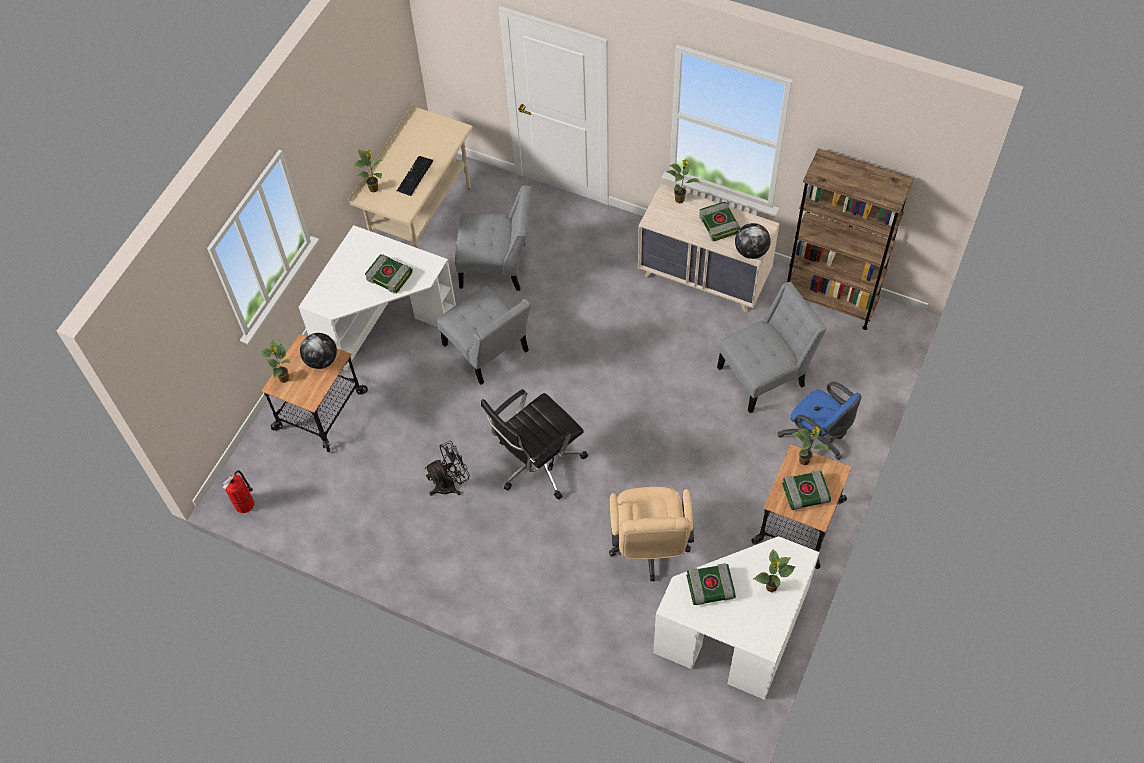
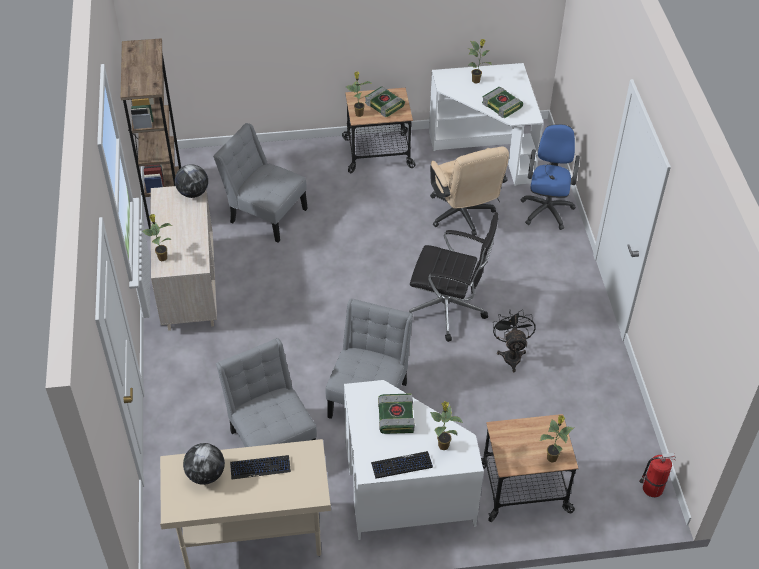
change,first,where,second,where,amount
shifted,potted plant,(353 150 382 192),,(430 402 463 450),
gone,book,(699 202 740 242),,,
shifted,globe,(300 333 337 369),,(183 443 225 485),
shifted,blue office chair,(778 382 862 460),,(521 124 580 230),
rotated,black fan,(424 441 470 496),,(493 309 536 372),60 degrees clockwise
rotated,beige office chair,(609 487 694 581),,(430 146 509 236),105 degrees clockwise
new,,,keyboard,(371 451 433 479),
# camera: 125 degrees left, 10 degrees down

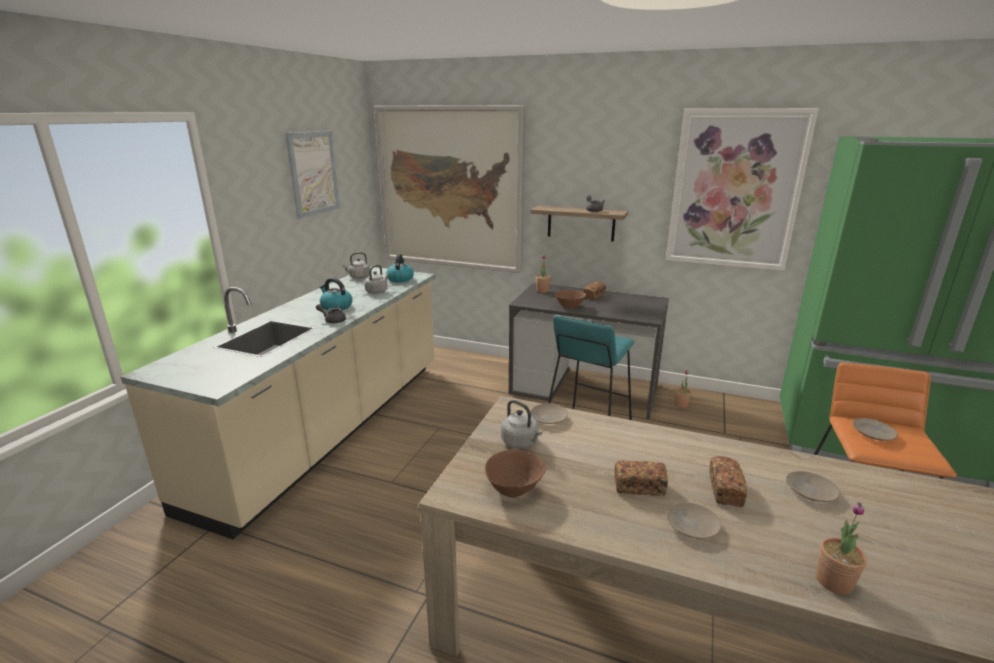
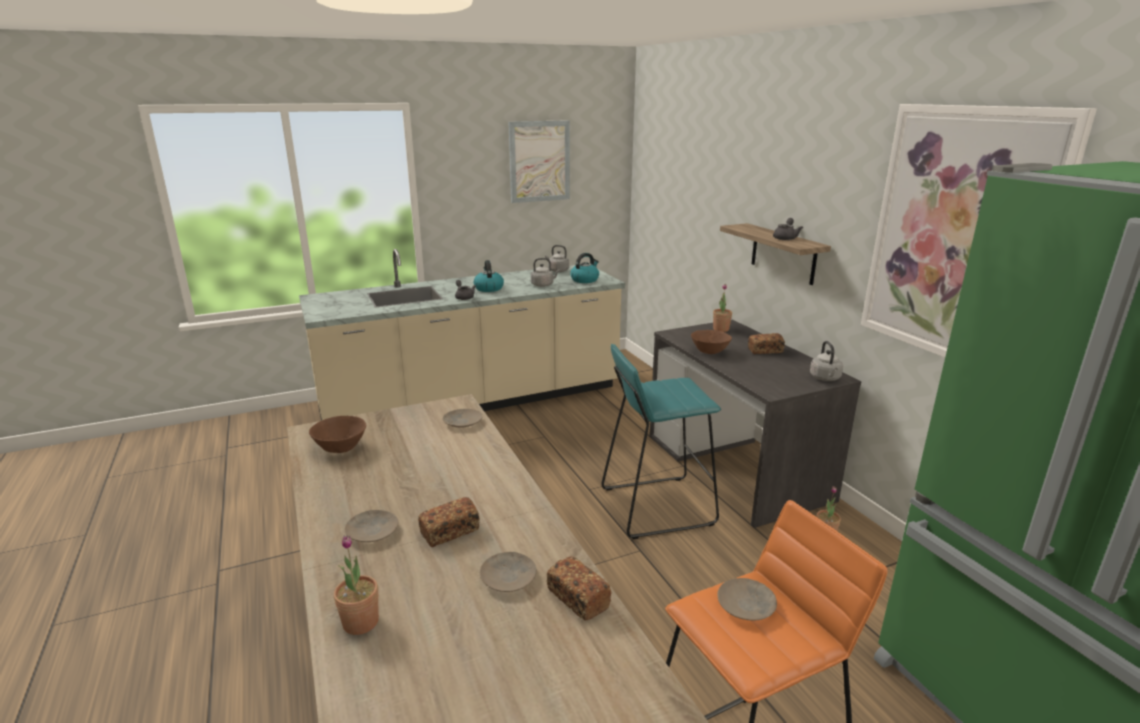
change,first,where,second,where,amount
gone,picture,(374 105 526 273),,,
shifted,grey kettle,(501 400 542 448),,(810 341 843 381),
shifted,bread,(615 461 668 496),,(547 556 611 621),
# camera: 45 degrees right, 0 degrees up

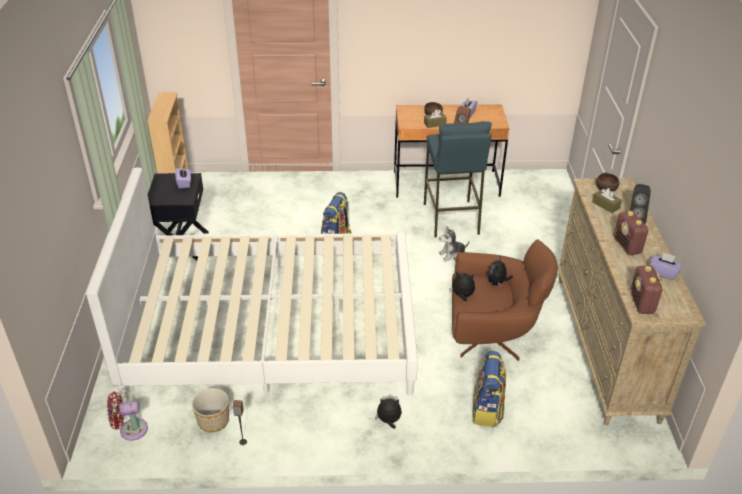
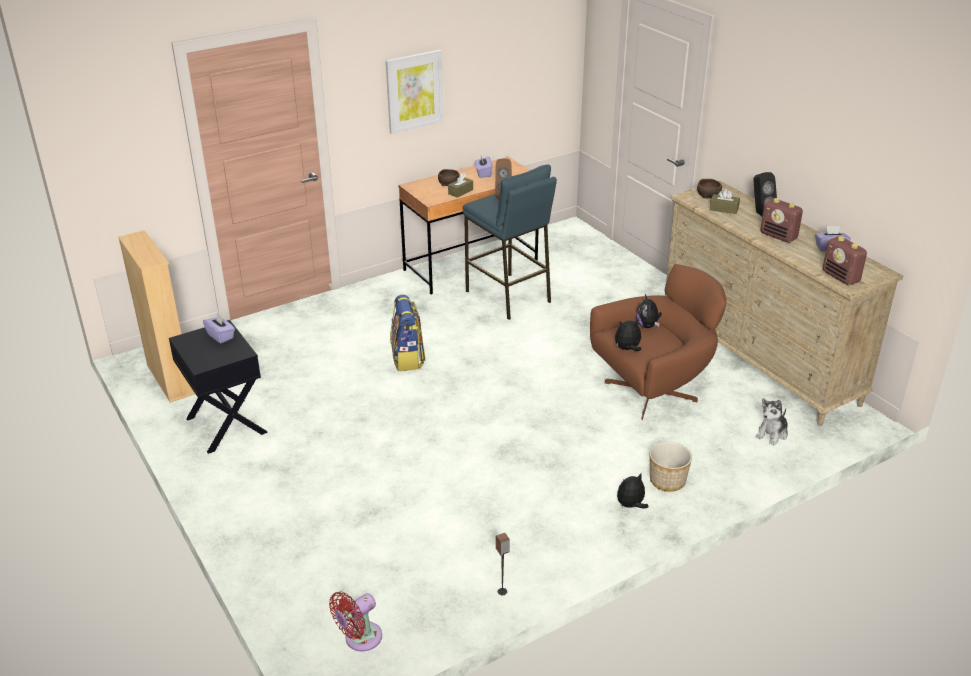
change,first,where,second,where,amount
gone,white bed,(86 168 418 399),,,
shifted,plush toy,(439 227 469 261),,(756 398 788 445),
gone,backpack,(472 351 506 427),,,
shifted,planter,(192 388 229 432),,(650 442 692 492),
new,,,picture,(386 50 444 134),
# camera: 30 degrees left, 5 degrees down

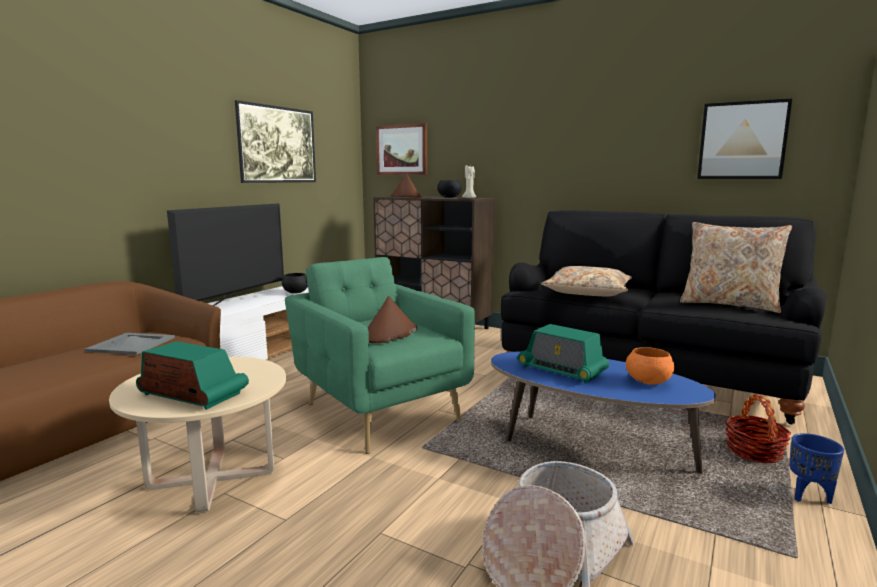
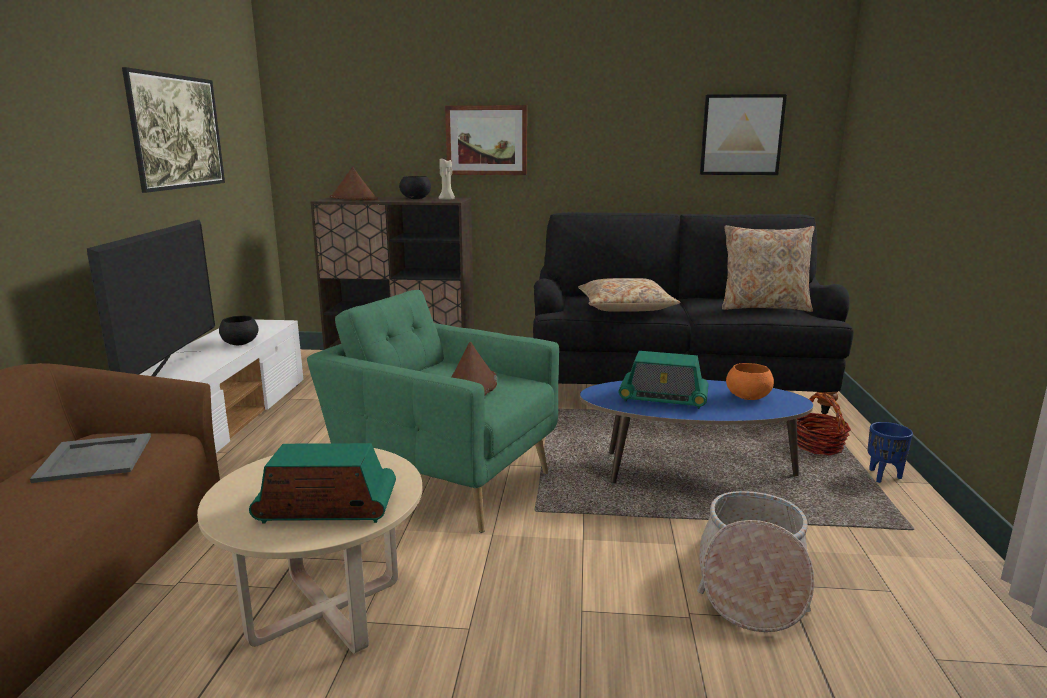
change,first,where,second,where,amount
shifted,picture,(376 123 427 175),,(445 105 527 175),
# camera: 25 degrees left, 5 degrees up

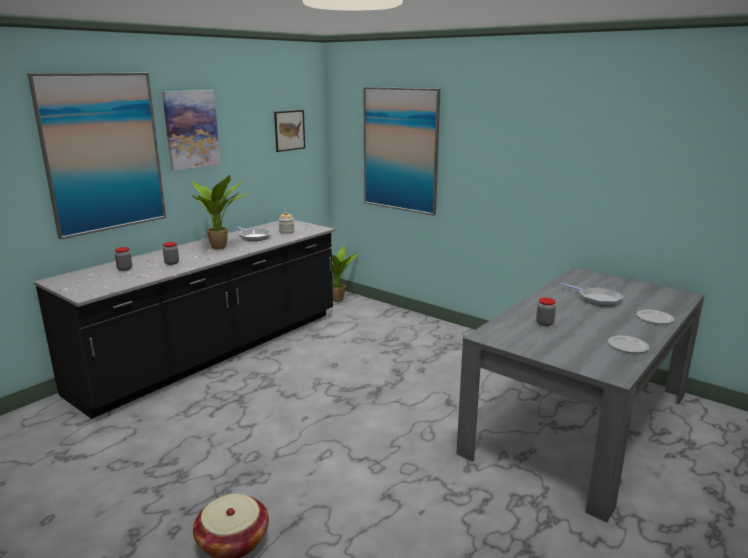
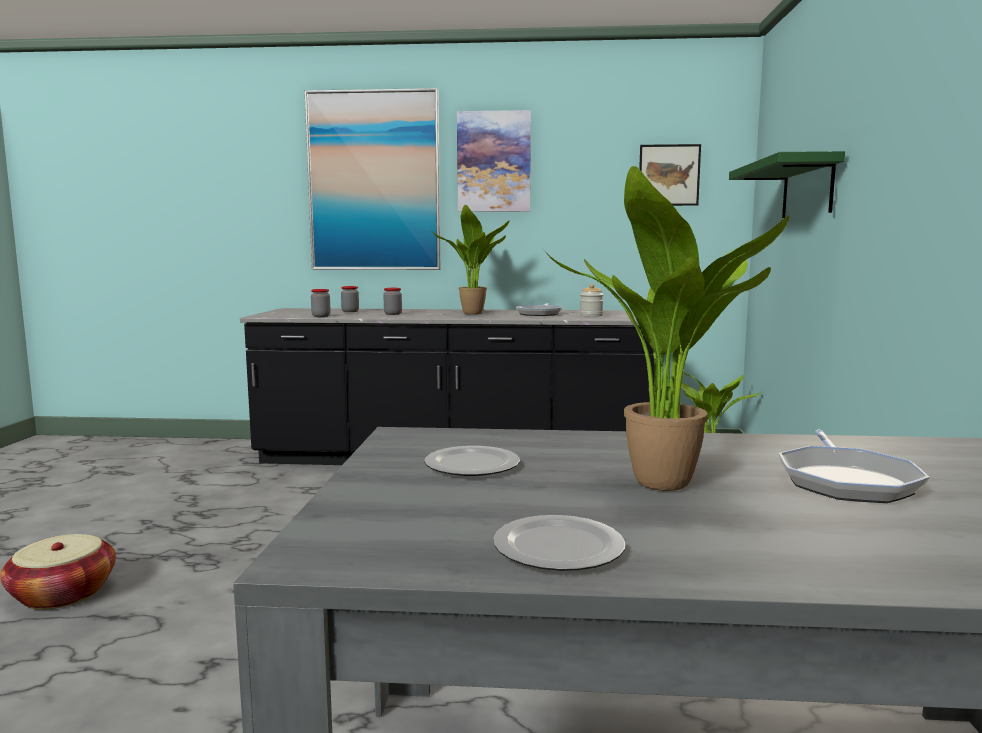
change,first,where,second,where,amount
swapped,picture,(363 87 440 216),green shelf,(729 151 845 218),
shifted,jar,(536 298 556 326),,(311 289 331 317),
shifted,plate,(636 310 674 324),,(424 446 520 476),
new,,,potted plant,(544 166 789 491),
# camera: 55 degrees right, 10 degrees down

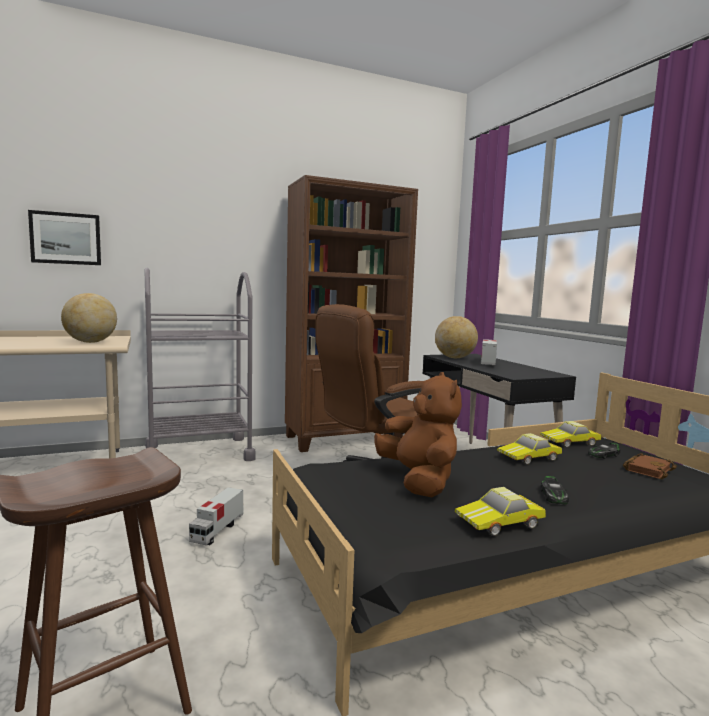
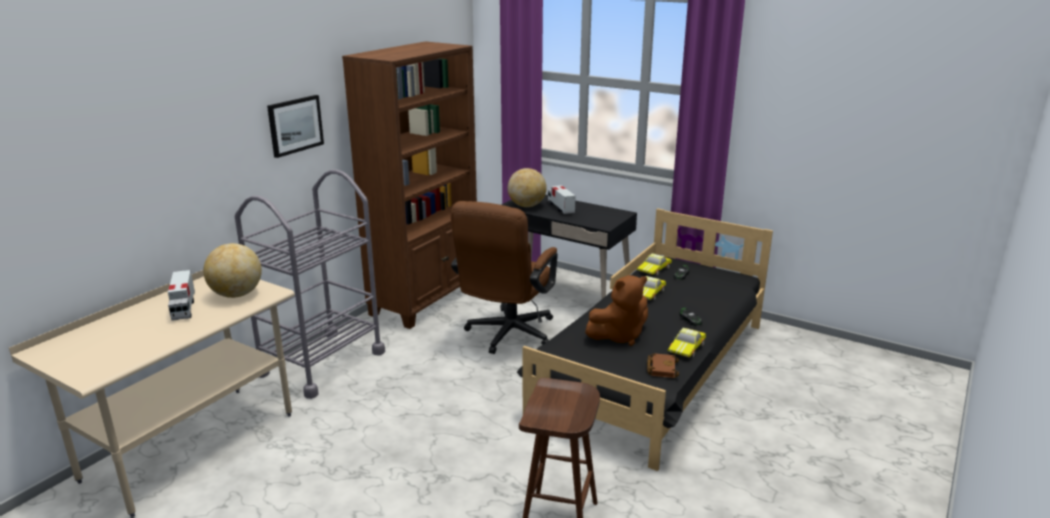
change,first,where,second,where,amount
shifted,picture,(28 210 101 265),,(267 95 324 158),
rotated,brown plush toy,(374 372 462 497),,(585 275 648 346),120 degrees clockwise
shifted,brown book,(623 453 677 479),,(647 353 679 378),
shifted,toy truck,(189 487 243 545),,(168 270 195 321),
# camera: 35 degrees left, 15 degrees up

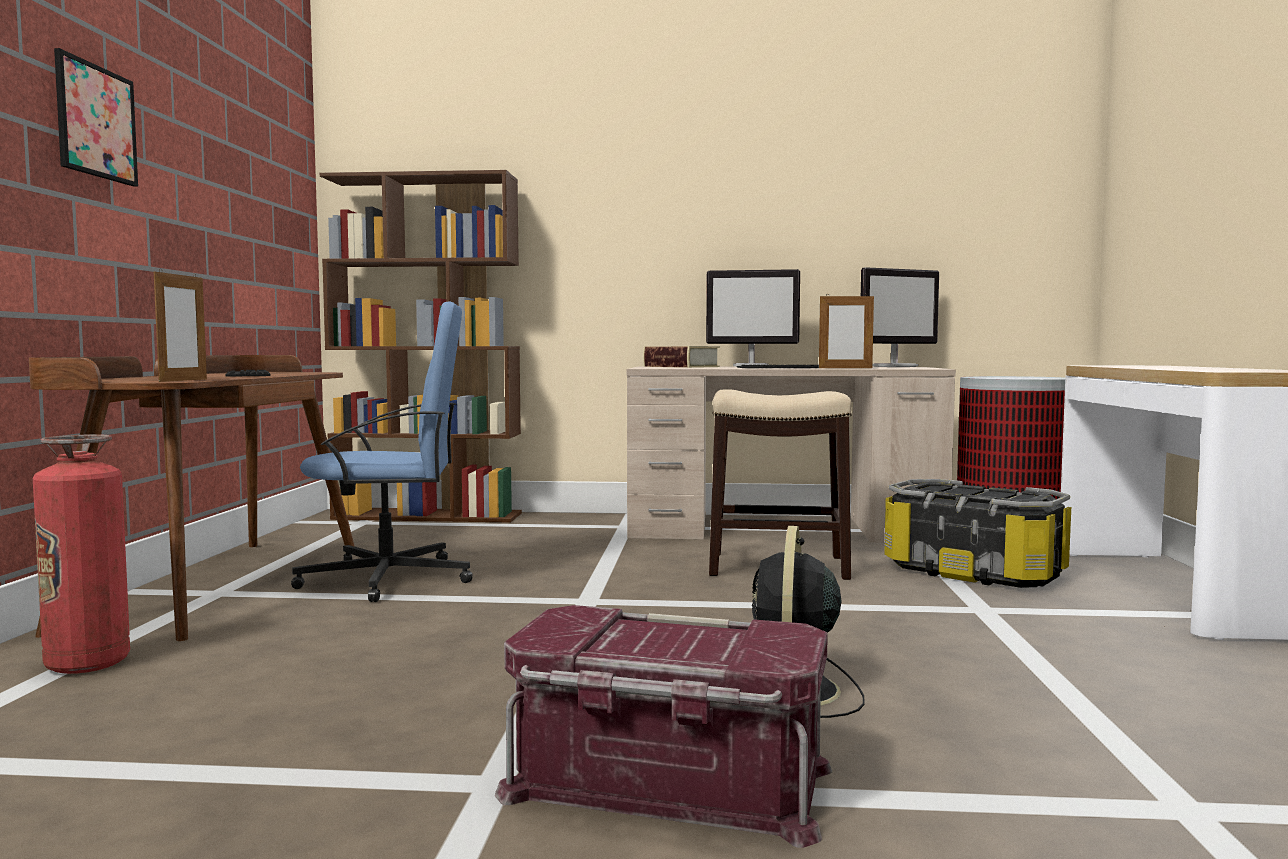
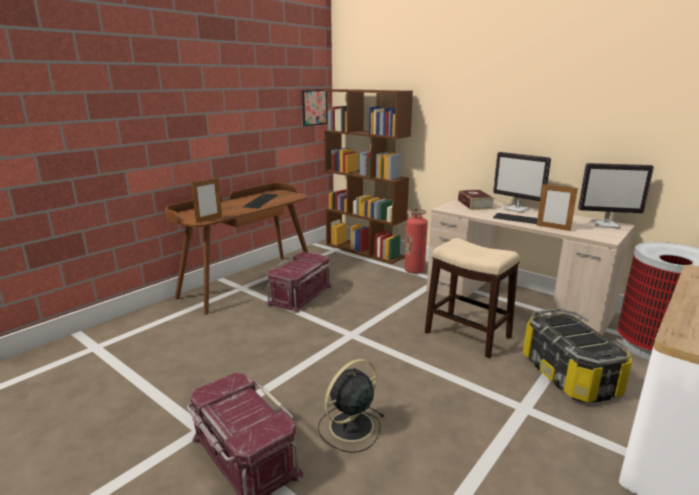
change,first,where,second,where,amount
shifted,picture,(54 48 138 187),,(302 89 327 126),
swapped,blue office chair,(291 302 473 602),red storage box,(266 252 332 313),
shifted,fire extinguisher,(33 434 130 674),,(404 209 428 274),
# camera: 35 degrees right, 15 degrees up

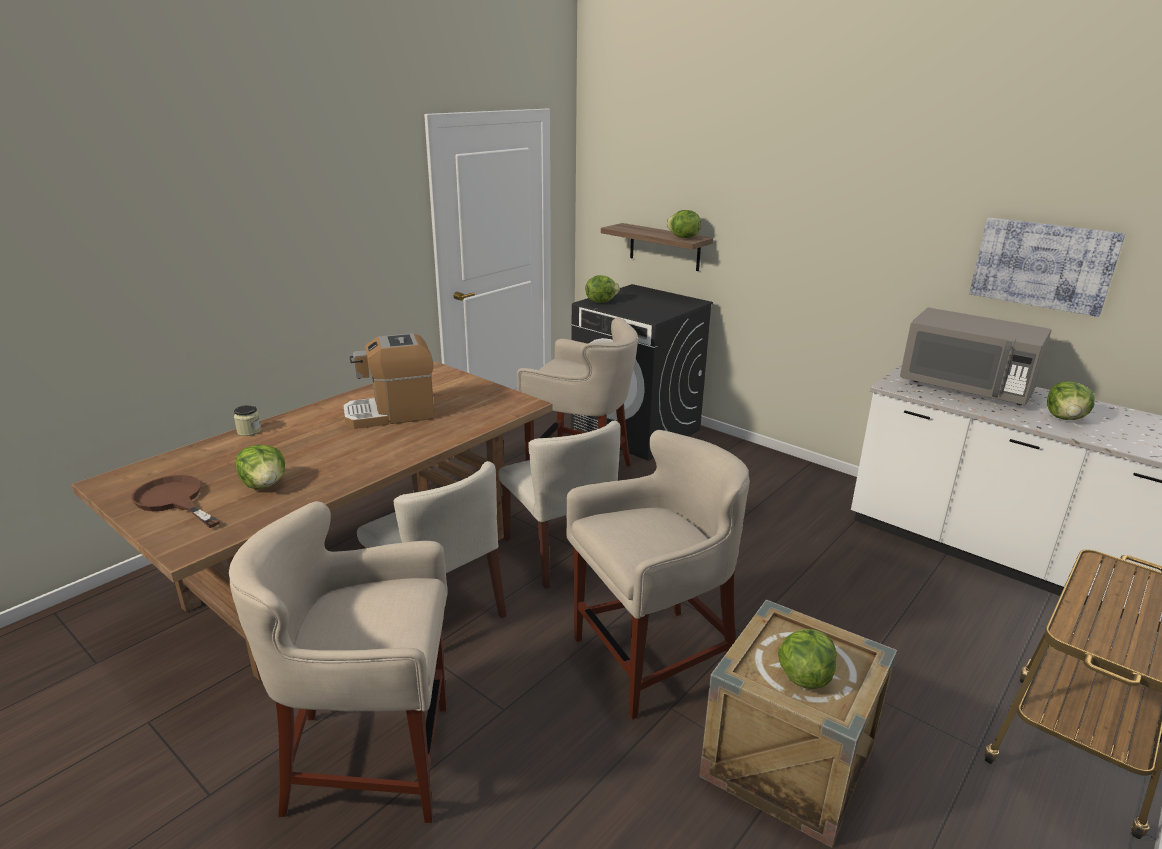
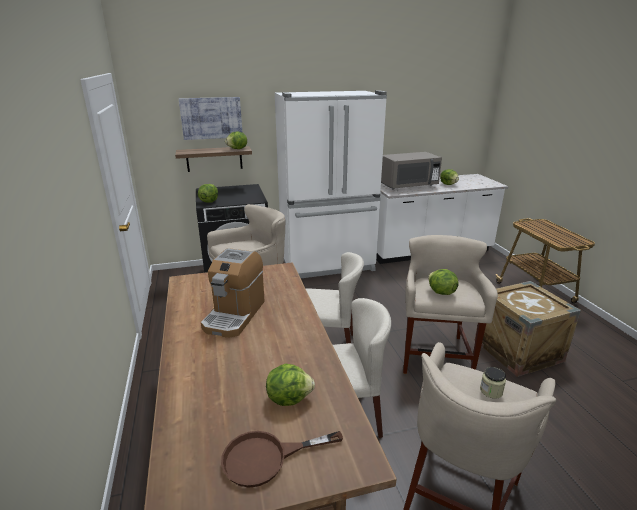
change,first,where,second,where,amount
shifted,picture,(969 218 1125 317),,(179 97 242 140),
shifted,jar,(234 405 262 436),,(480 367 506 399),
shifted,lettuce,(778 629 837 689),,(428 269 459 295),
new,,,white fridge,(275 90 387 278),
# camera: 55 degrees left, 0 degrees up

